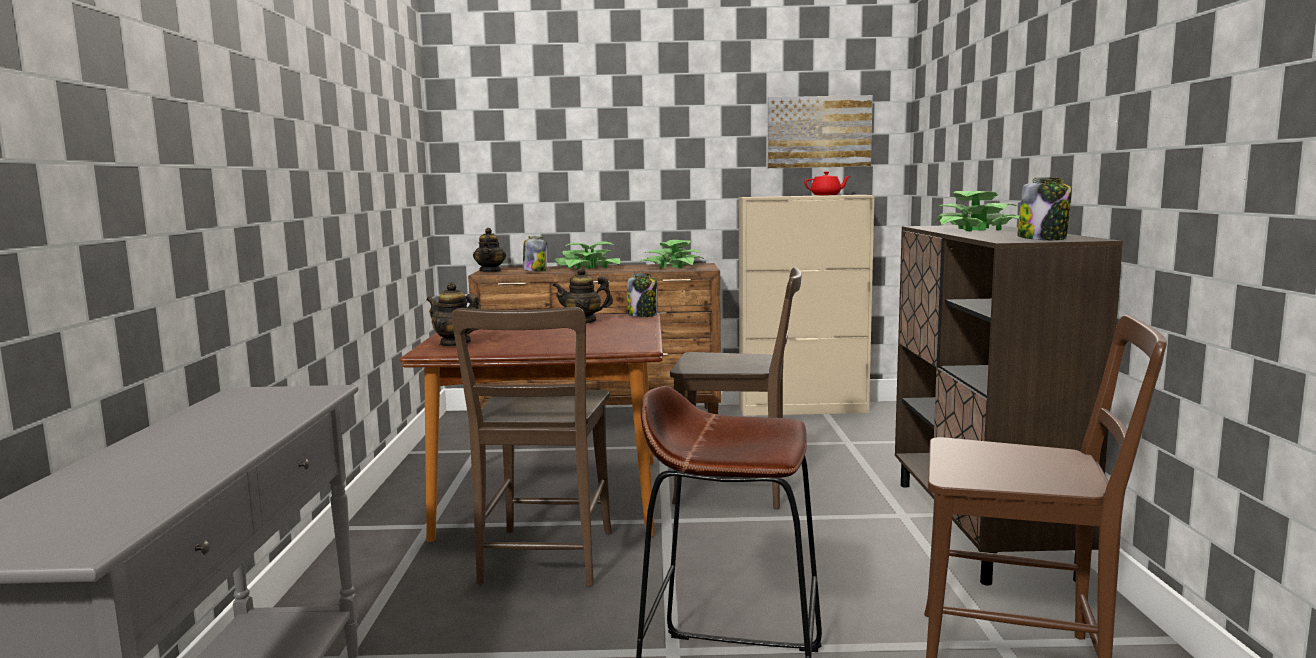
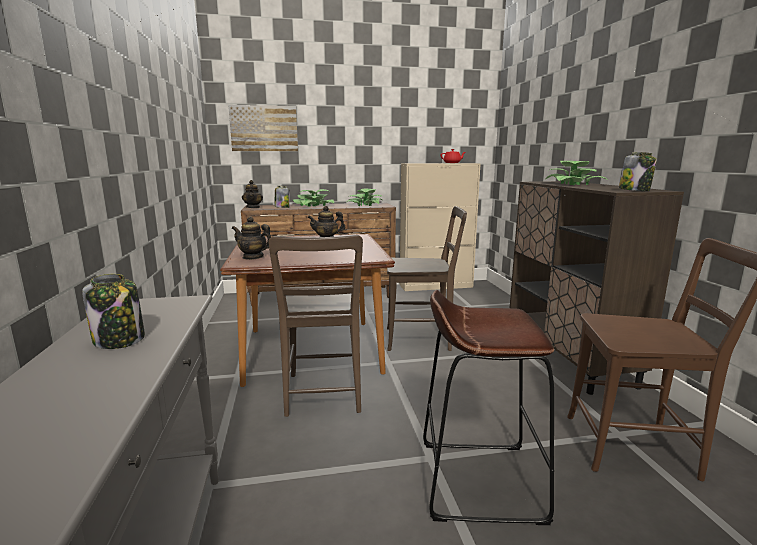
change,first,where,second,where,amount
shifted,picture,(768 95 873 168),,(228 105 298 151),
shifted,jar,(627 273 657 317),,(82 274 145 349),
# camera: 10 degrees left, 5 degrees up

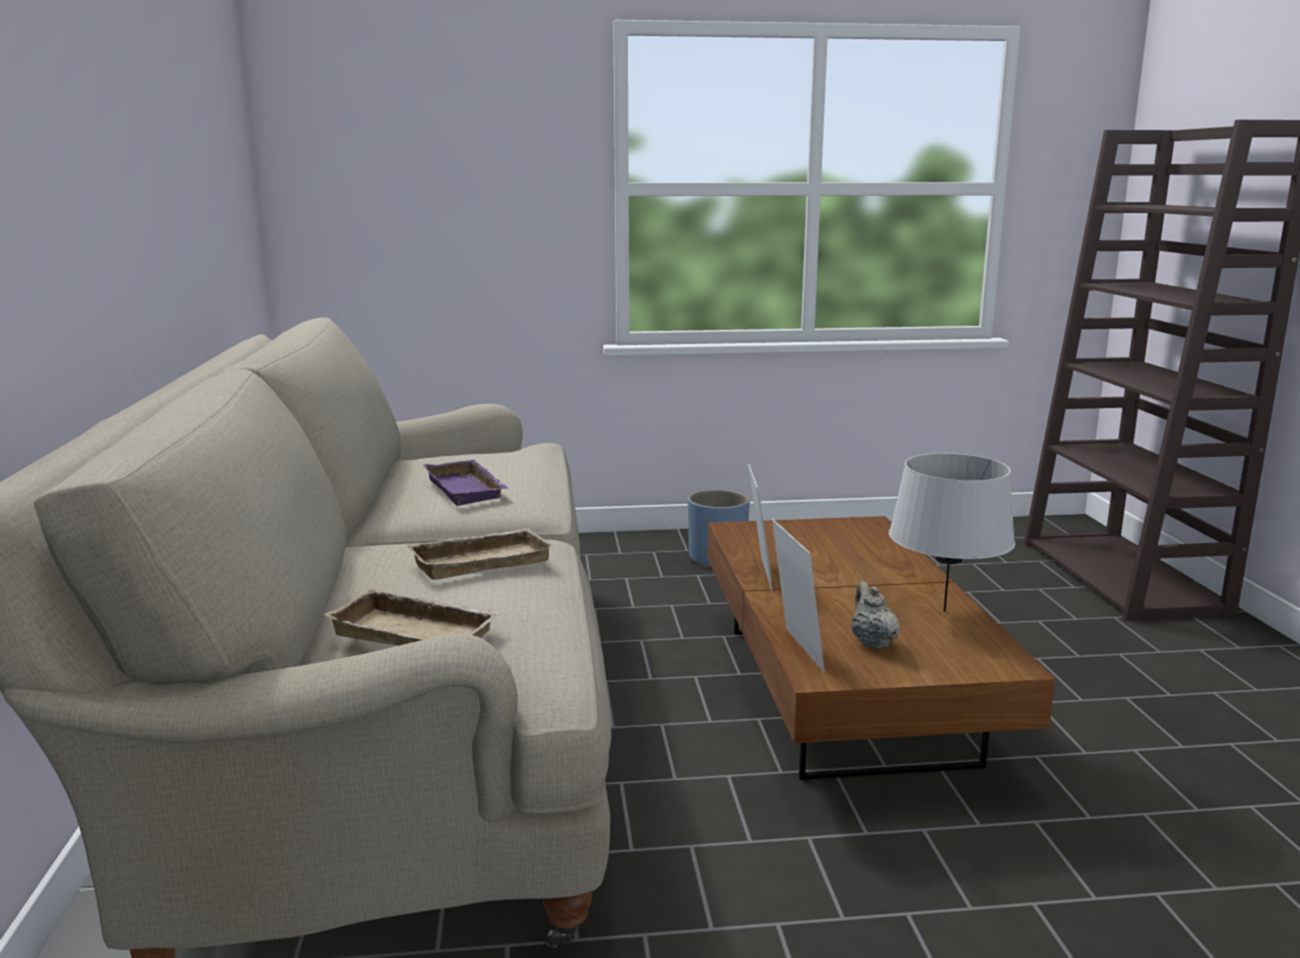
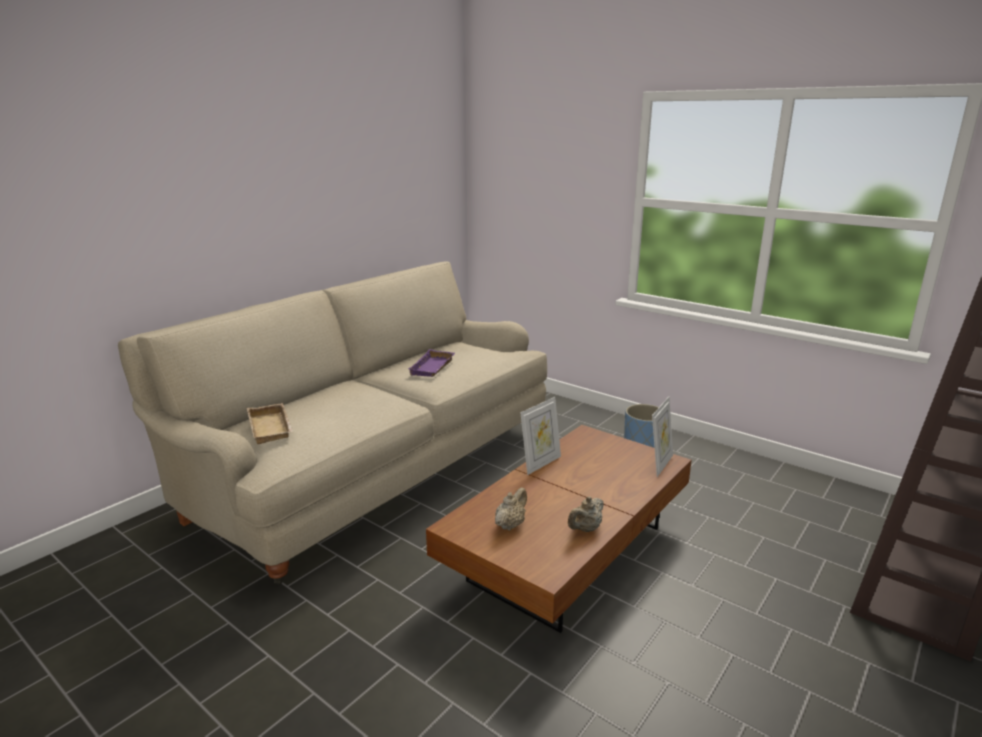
change,first,where,second,where,amount
swapped,grey table lamp,(889 453 1015 612),beige teapot,(568 497 604 532),
shifted,picture frame,(772 519 825 672),,(652 397 673 477),
gone,beige tray,(406 529 553 580),,,
# camera: 45 degrees right, 5 degrees up

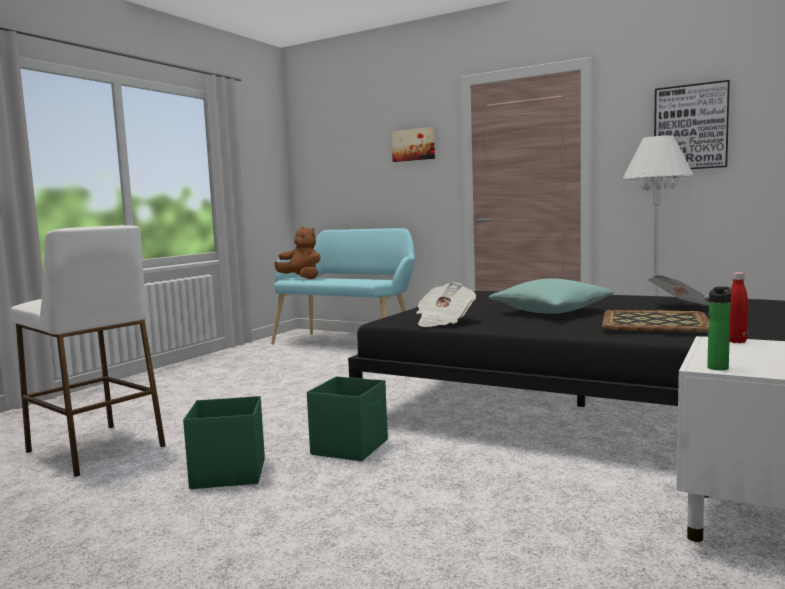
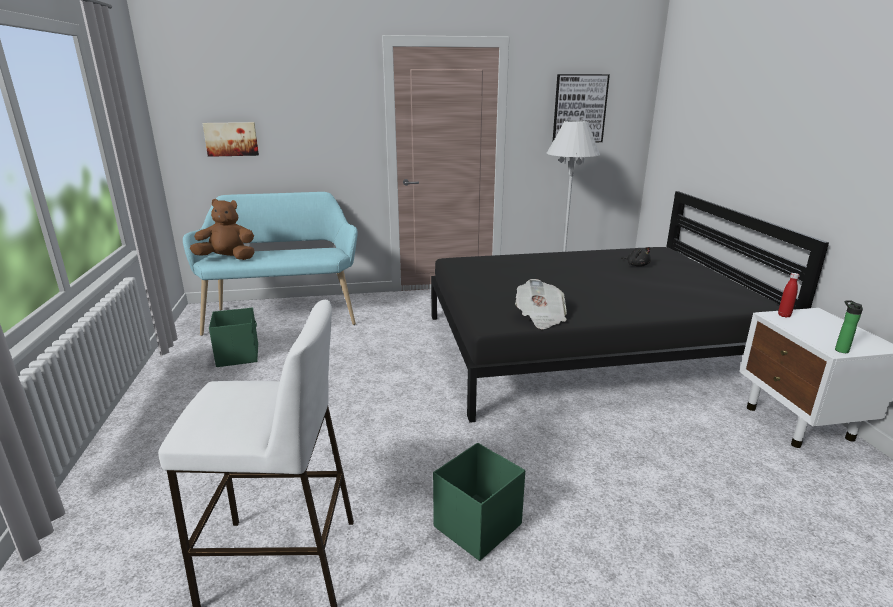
change,first,where,second,where,amount
shifted,picture,(391 127 435 162),,(202 122 259 157),
swapped,newspaper,(648 275 709 305),black plush toy,(621 247 651 267),
gone,turquoise pillow,(489 278 615 314),,,
gone,tray,(602 310 709 333),,,
shifted,green storage box,(307 376 388 461),,(209 307 258 367),
# camera: 40 degrees left, 15 degrees up

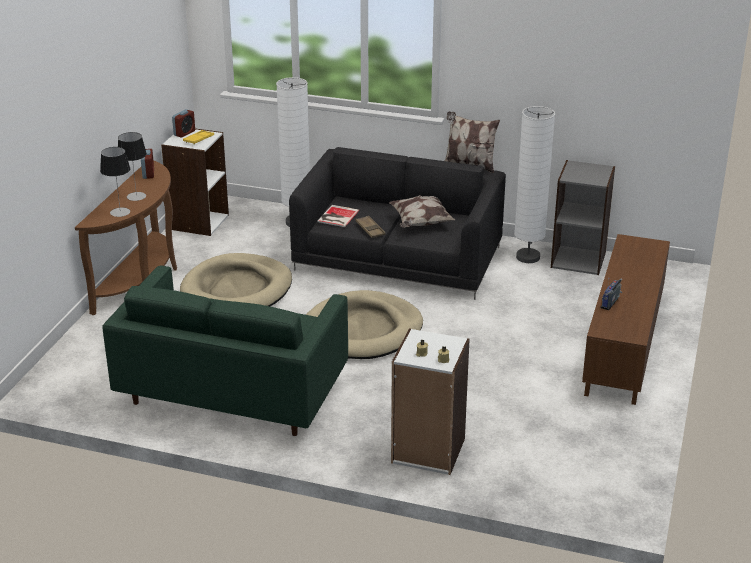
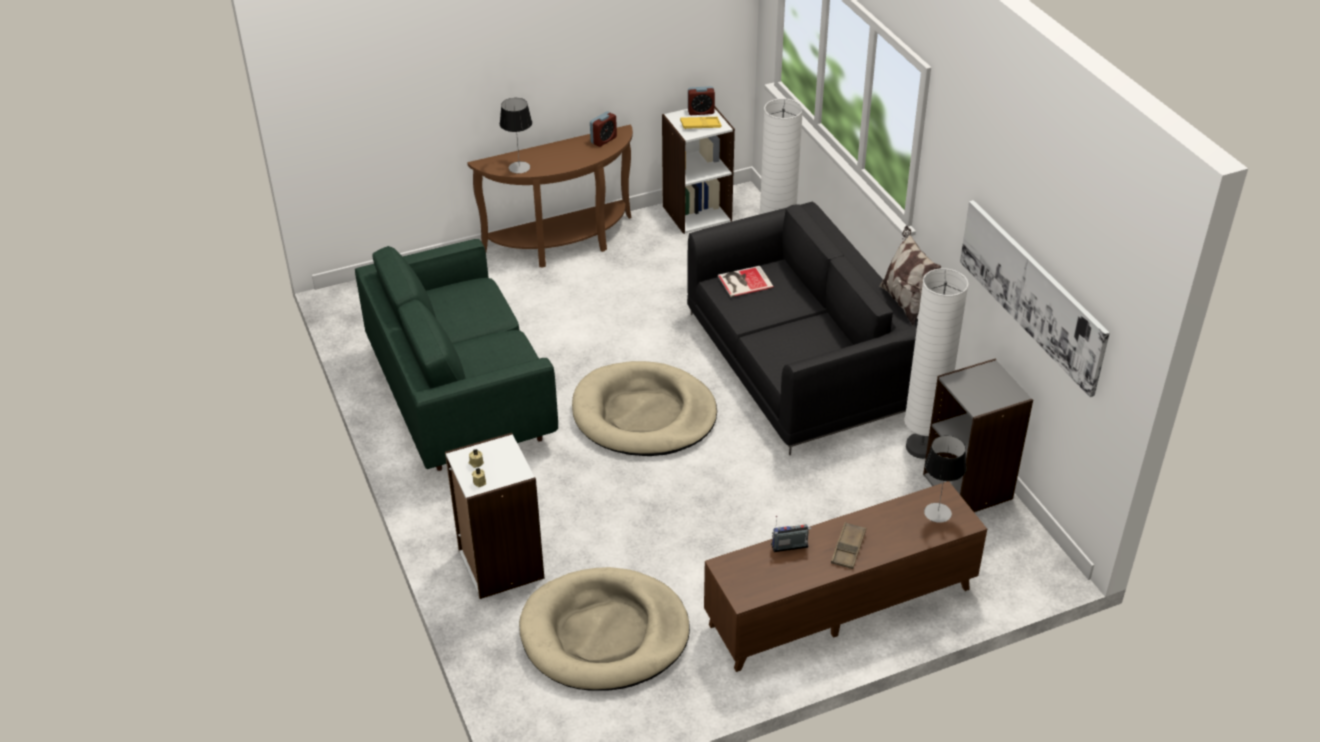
change,first,where,second,where,amount
shifted,table lamp,(118 132 147 201),,(924 435 966 523),
gone,pillow,(389 195 455 228),,,
shifted,brown tray,(355 216 385 238),,(831 522 866 569),
shifted,beige dog bed,(180 253 292 306),,(519 567 690 691),
new,,,picture,(960 200 1110 397),
# camera: 50 degrees right, 10 degrees up

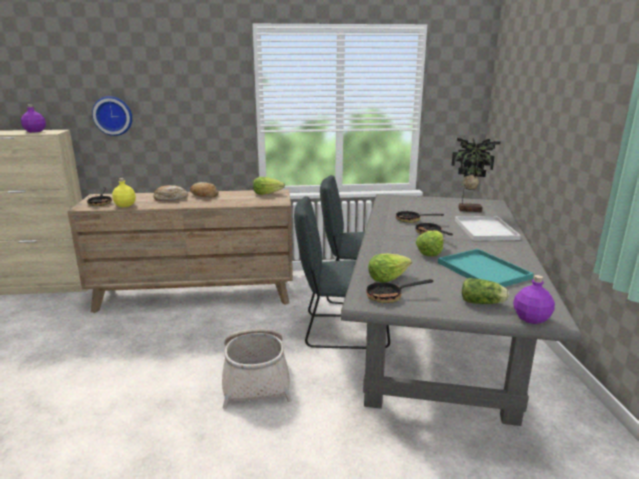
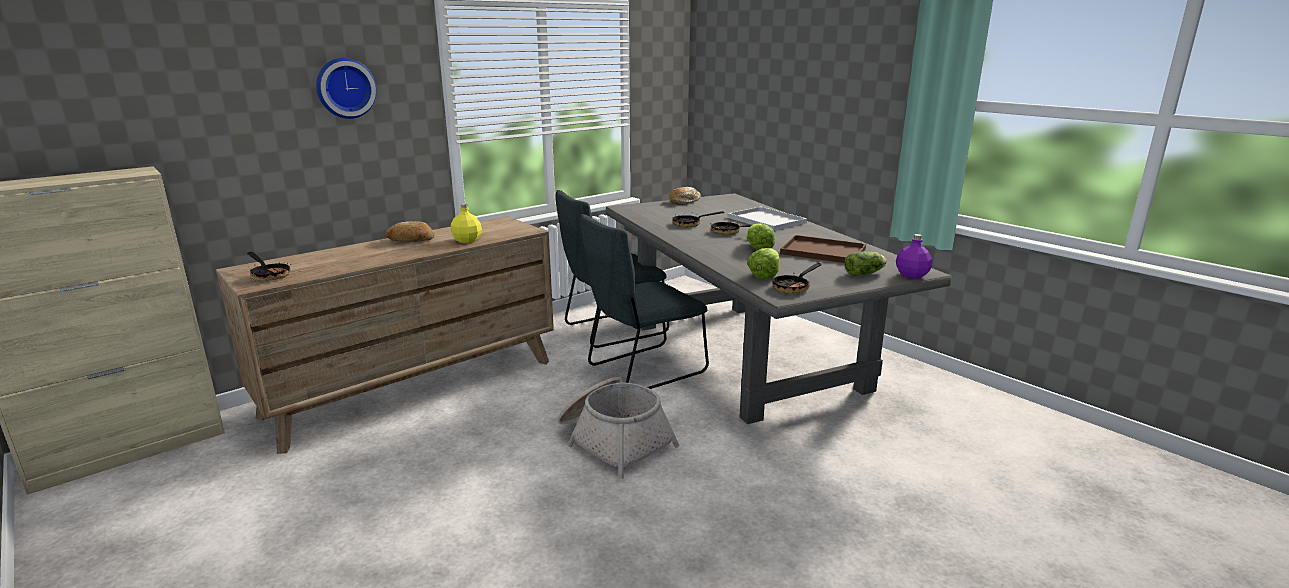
change,first,where,second,where,amount
shifted,wall clock,(92 96 132 136),,(316 58 377 119),
gone,purple bottle,(21 104 46 133),,,
gone,potted plant,(452 138 501 212),,,
gone,lettuce,(253 177 285 195),,,
shifted,yellow bottle,(112 178 136 207),,(451 203 482 243),
shifted,bread,(153 185 188 201),,(669 187 701 205),
repainted,turquoise tray,(438 249 534 287),brown tray,(780 235 866 263),
# camera: 35 degrees left, 0 degrees up

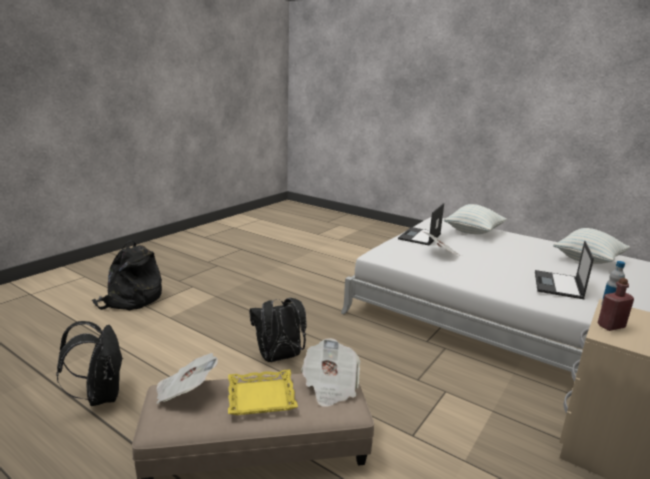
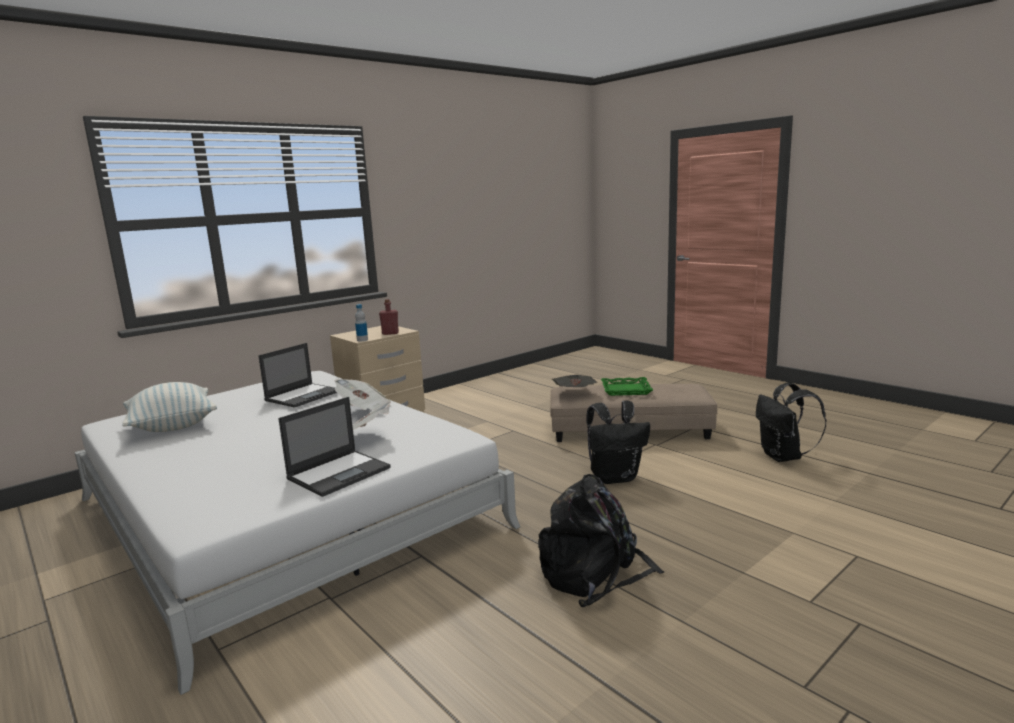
change,first,where,second,where,amount
gone,pillow,(444 204 507 234),,,
shifted,black backpack,(92 240 162 310),,(538 474 664 607),
shifted,newspaper,(156 353 218 404),,(335 379 391 414),
repainted,yellow tray,(228 370 298 415),green tray,(601 377 653 396),
# camera: 165 degrees left, 5 degrees down

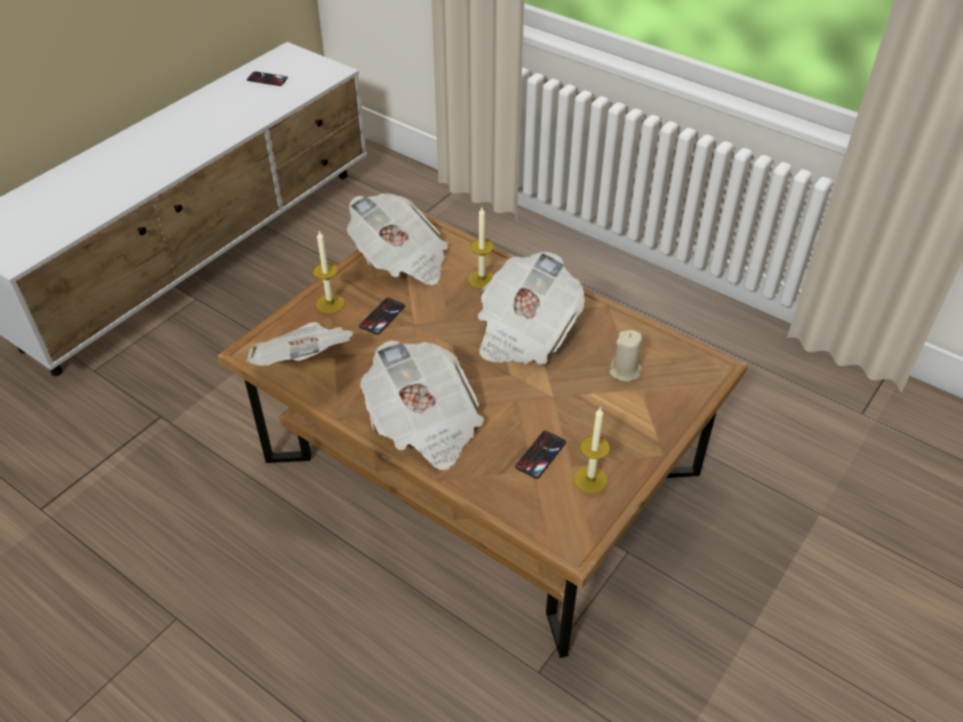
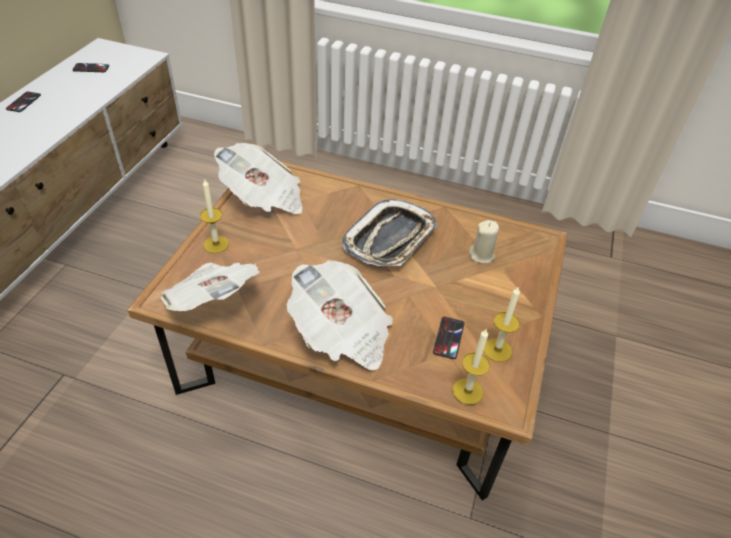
change,first,where,second,where,amount
shifted,candle,(468 207 494 289),,(452 329 490 405),
swapped,newspaper,(477 252 585 365),tray,(342 199 437 266),
shifted,phone,(359 298 405 335),,(6 91 41 112),
# camera: 20 degrees left, 0 degrees up

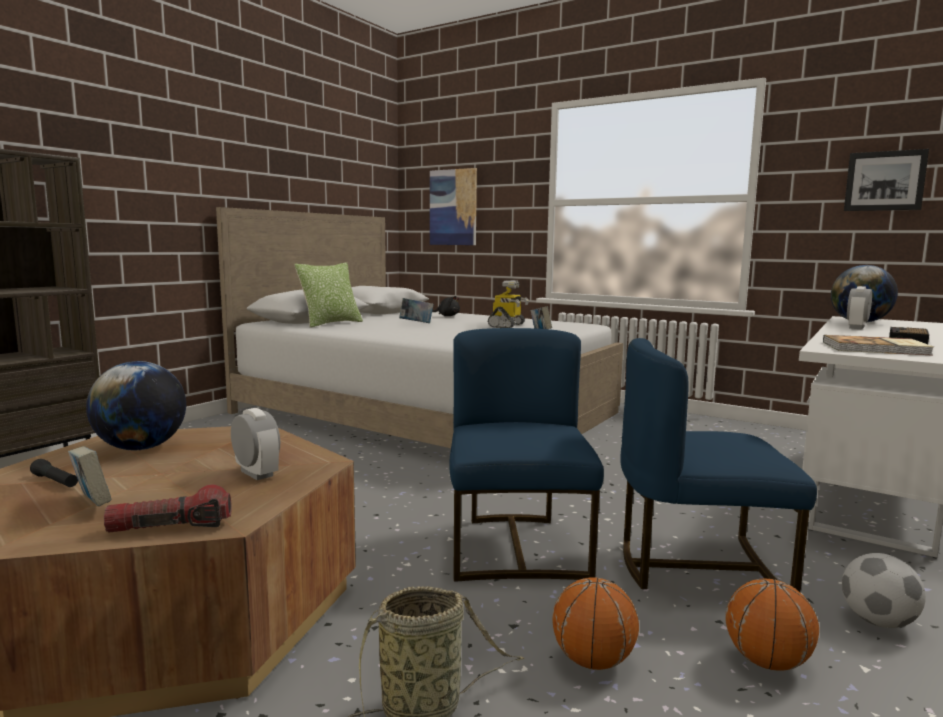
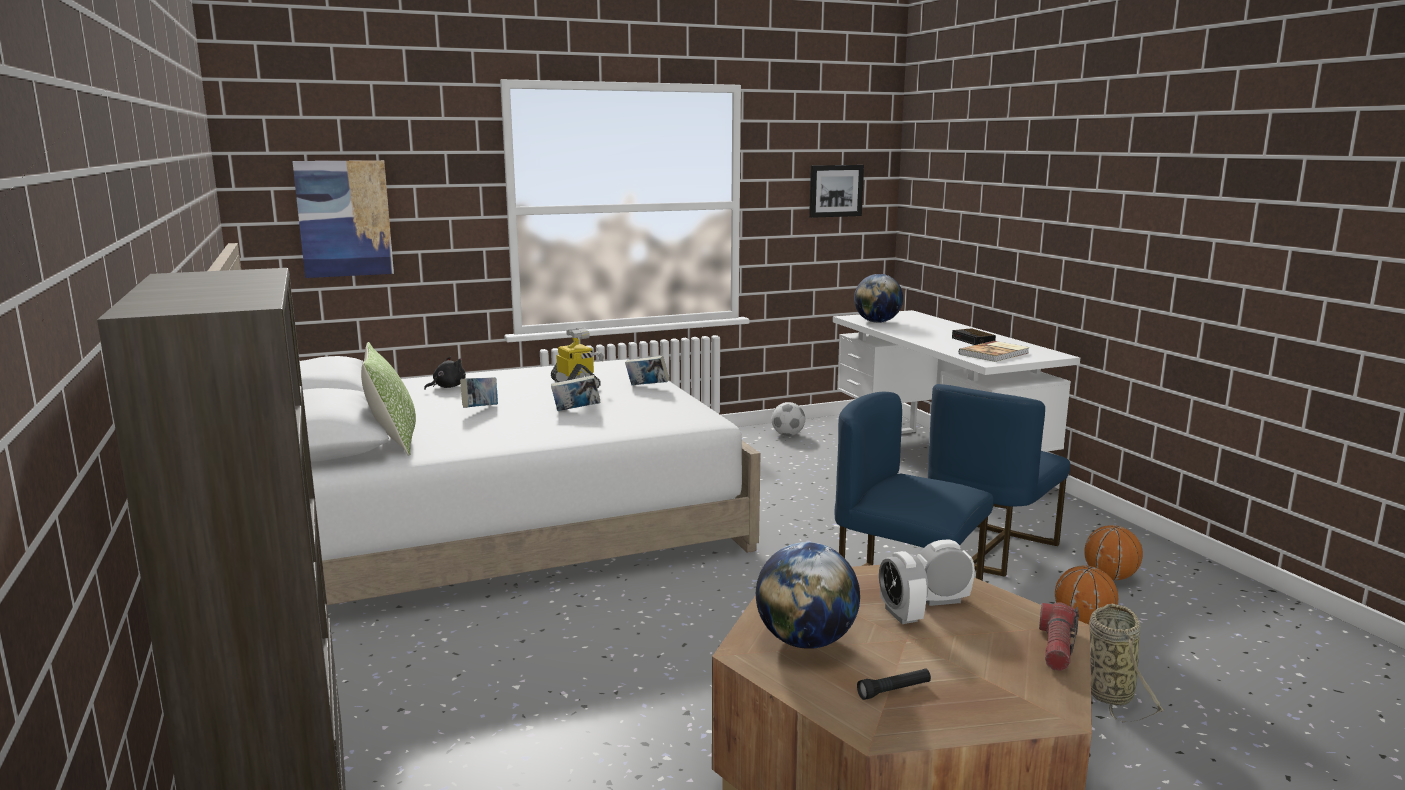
change,first,where,second,where,amount
shifted,alarm clock,(847 286 872 329),,(879 551 928 624),
shifted,book,(68 446 112 506),,(551 375 600 411),
shifted,football,(842 553 926 628),,(771 402 805 436),
# camera: 55 degrees left, 5 degrees up

